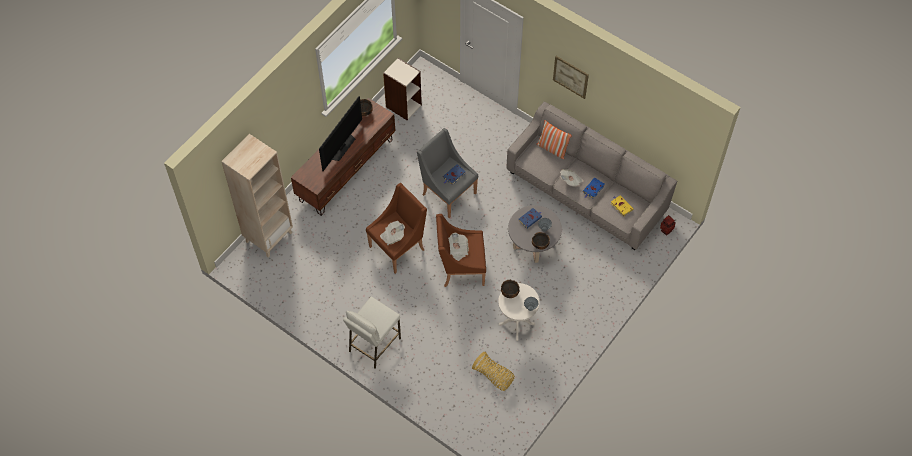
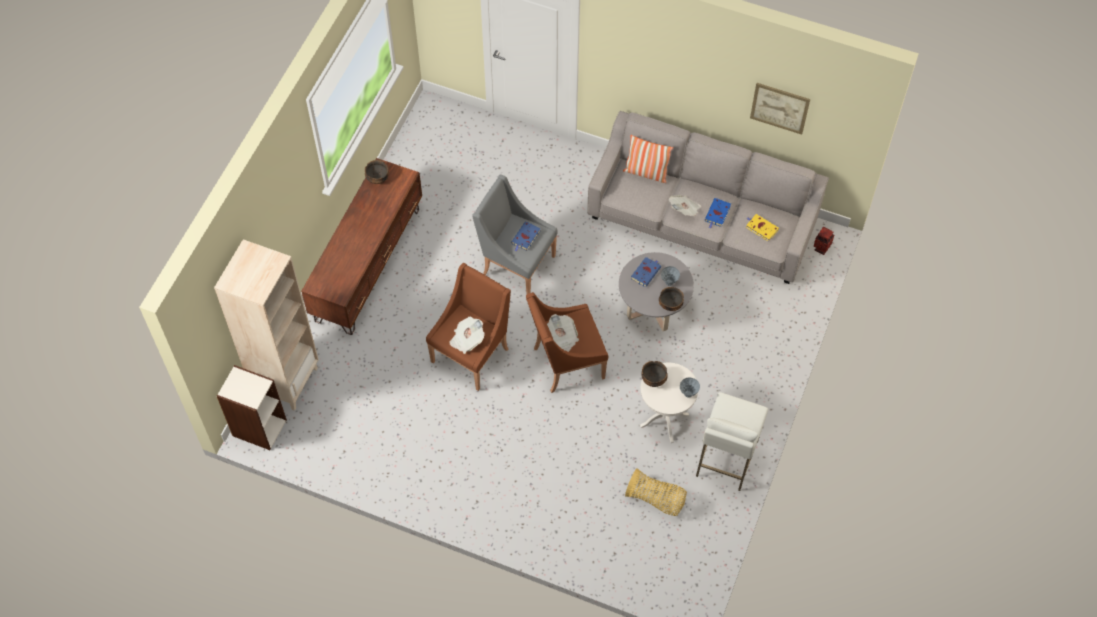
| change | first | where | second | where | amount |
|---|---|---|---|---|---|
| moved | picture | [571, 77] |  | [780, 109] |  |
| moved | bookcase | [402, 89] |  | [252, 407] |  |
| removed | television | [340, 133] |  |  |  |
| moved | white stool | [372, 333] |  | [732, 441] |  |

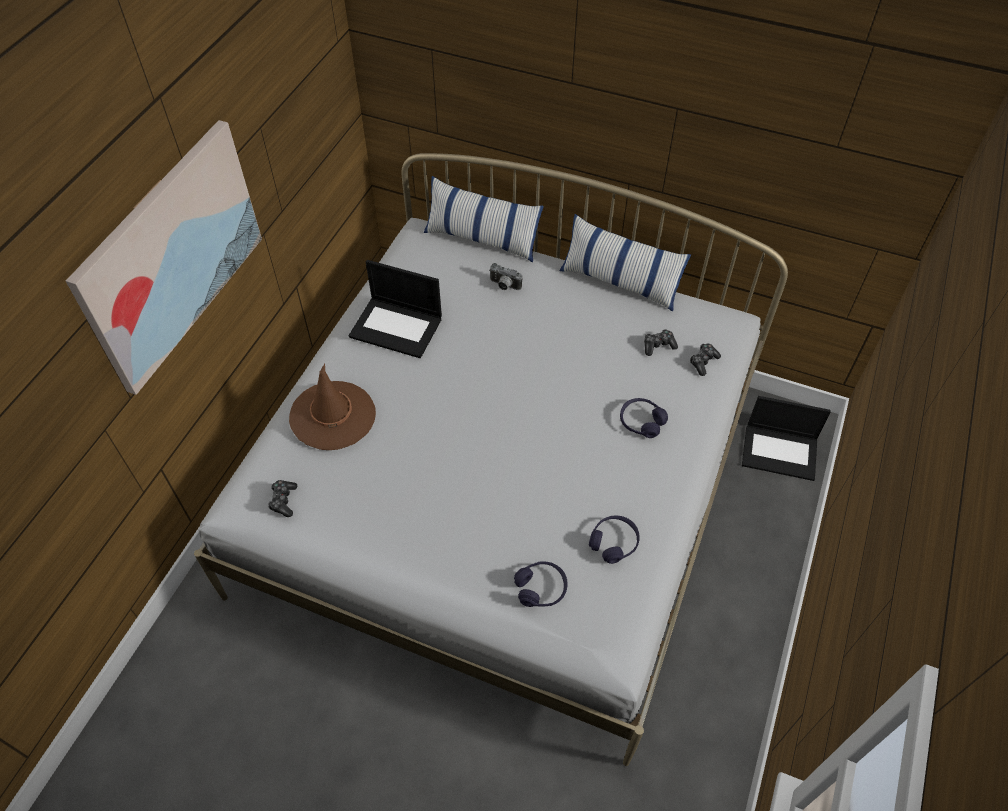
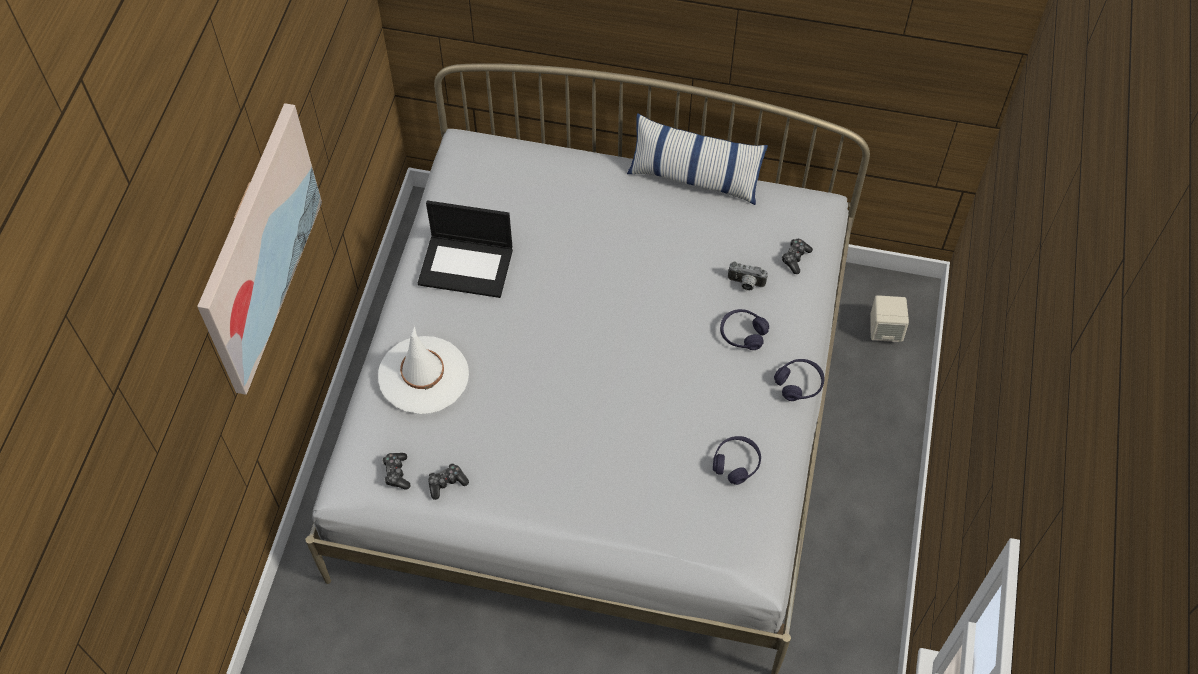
| change | first | where | second | where | amount |
|---|---|---|---|---|---|
| removed | pillow | [484, 219] |  |  |  |
| moved | photo camera | [505, 276] |  | [748, 276] |  |
| moved | game controller | [661, 342] |  | [448, 481] |  |
| recoloured | brown hat | [332, 407] | white hat | [423, 370] |  |
| replaced | laptop | [786, 438] | beige speaker | [889, 318] |  |
| moved | purple headphones | [541, 584] |  | [799, 380] |  |

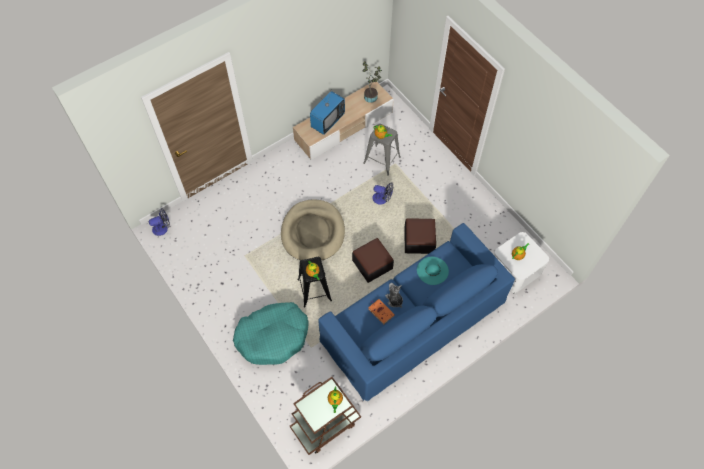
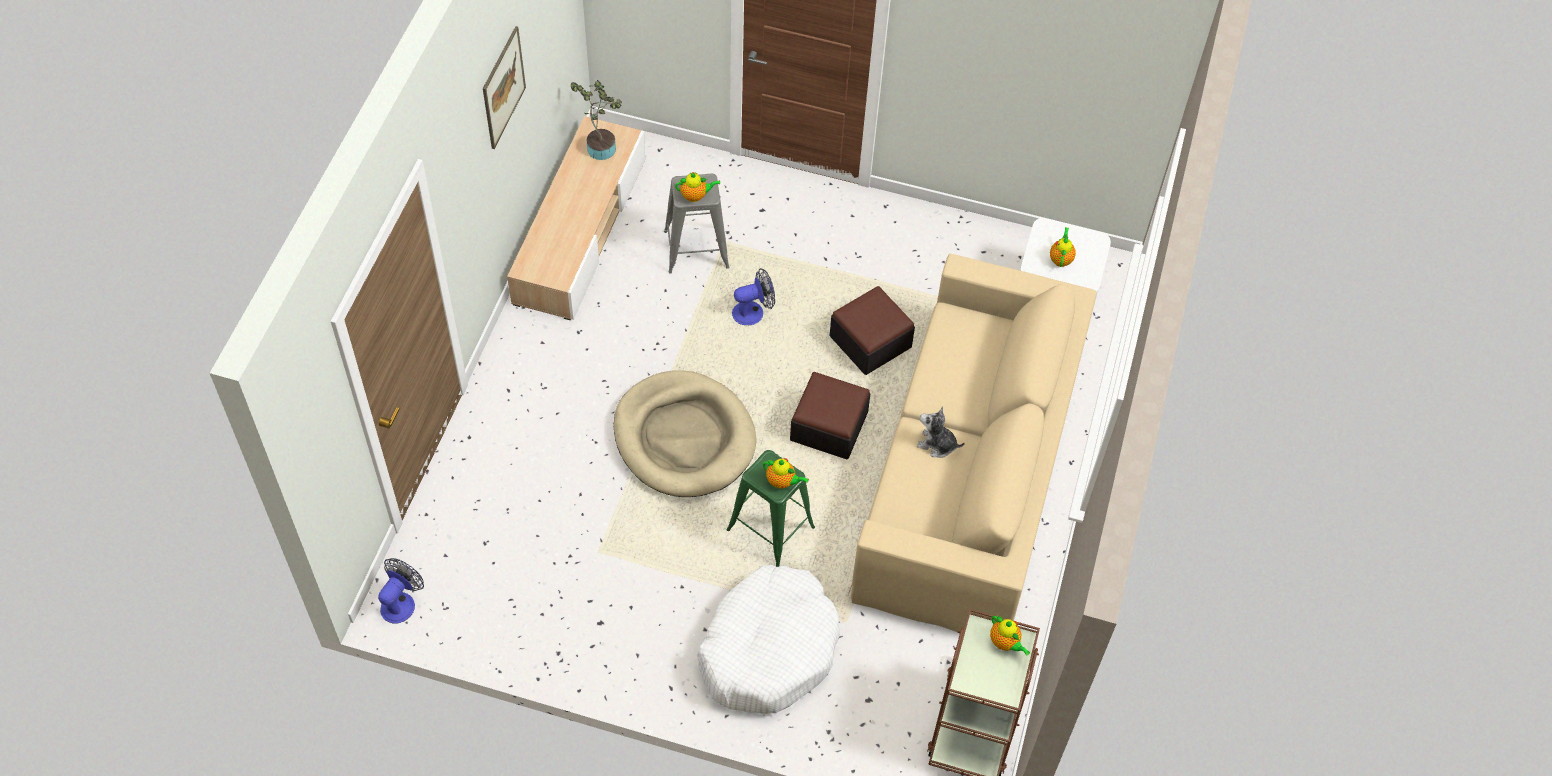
| change | first | where | second | where | amount |
|---|---|---|---|---|---|
| removed | television | [327, 111] |  |  |  |
| recoloured | blue sofa | [416, 312] | beige sofa | [972, 443] |  |
| recoloured | black stool | [315, 282] | green stool | [771, 508] |  |
| removed | turquoise hat | [433, 271] |  |  |  |
| removed | orange book | [381, 312] |  |  |  |
| recoloured | turquoise dog bed | [271, 333] | white dog bed | [768, 639] |  |
| added |  |  | picture | [504, 87] |  |

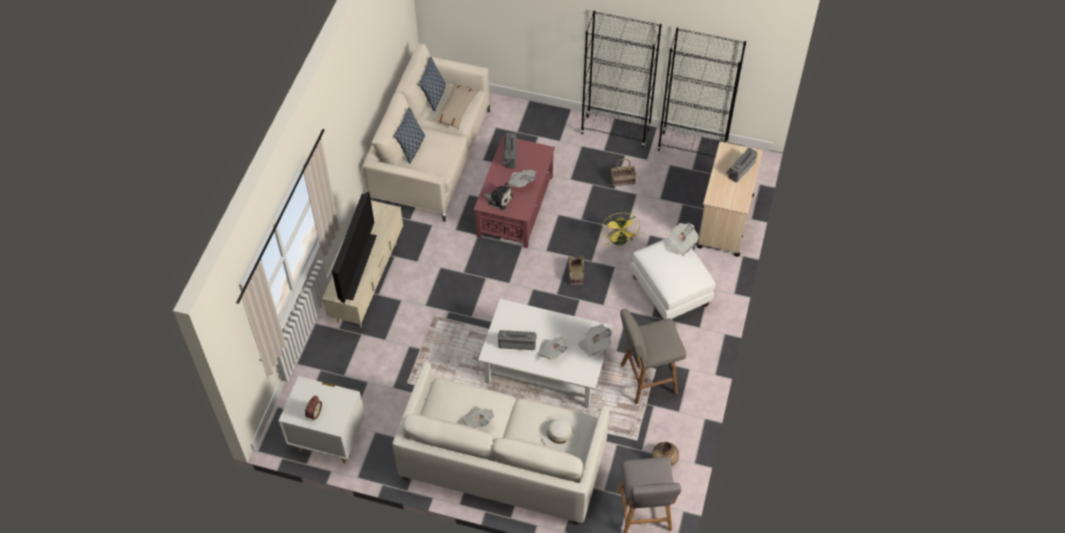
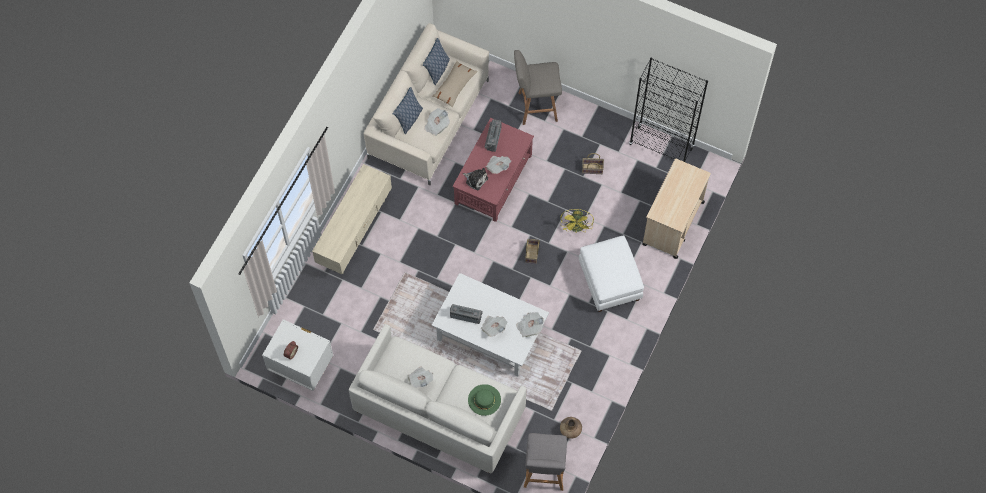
| change | first | where | second | where | amount |
|---|---|---|---|---|---|
| removed | black bookcase | [621, 79] |  |  |  |
| removed | radio | [741, 165] |  |  |  |
| removed | television | [354, 247] |  |  |  |
| moved | newspaper | [682, 239] |  | [437, 122] |  |
| moved | grey stool | [653, 356] |  | [538, 87] |  |
| recoloured | white hat | [560, 432] | green hat | [484, 400] |  |

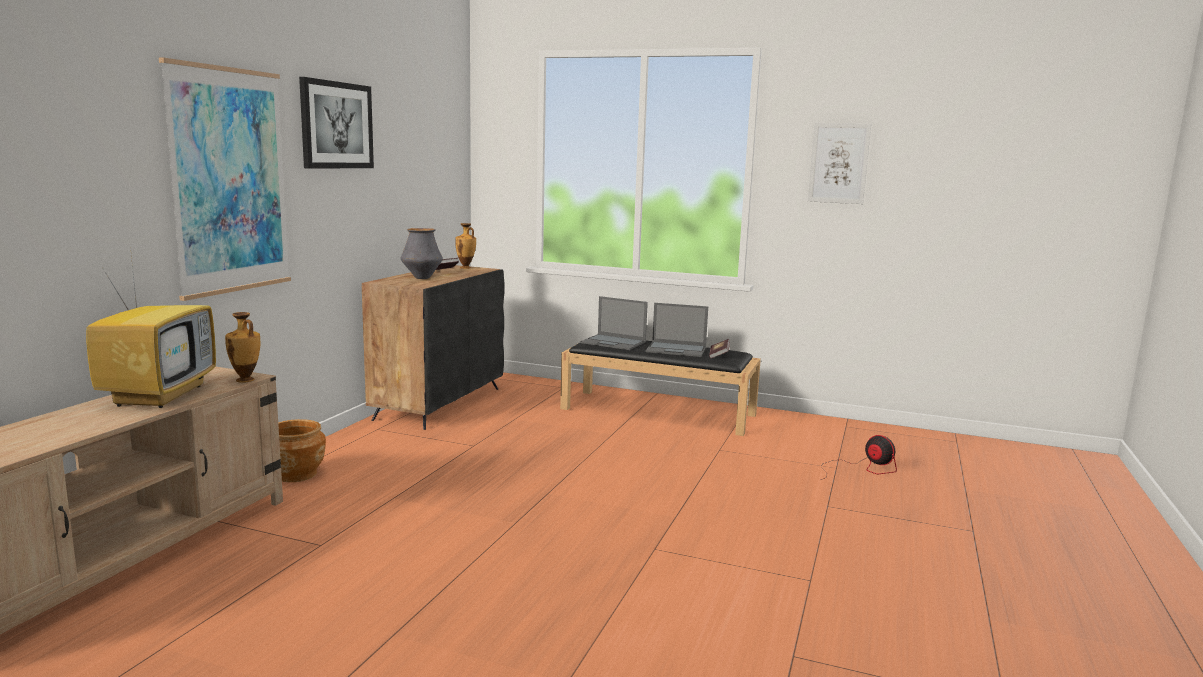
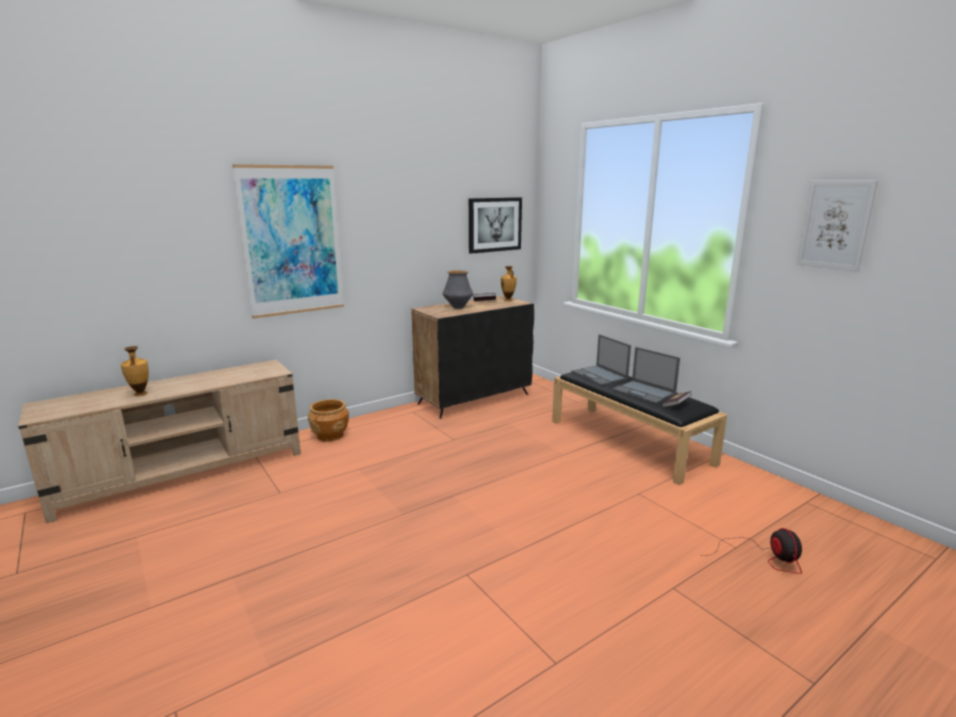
| change | first | where | second | where | amount |
|---|---|---|---|---|---|
| moved | picture | [336, 123] |  | [495, 225] |  |
| removed | television | [151, 327] |  |  |  |
| moved | vase | [242, 347] |  | [135, 371] |  |

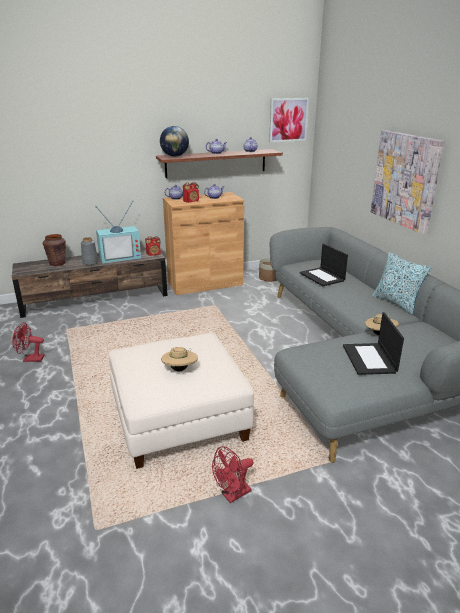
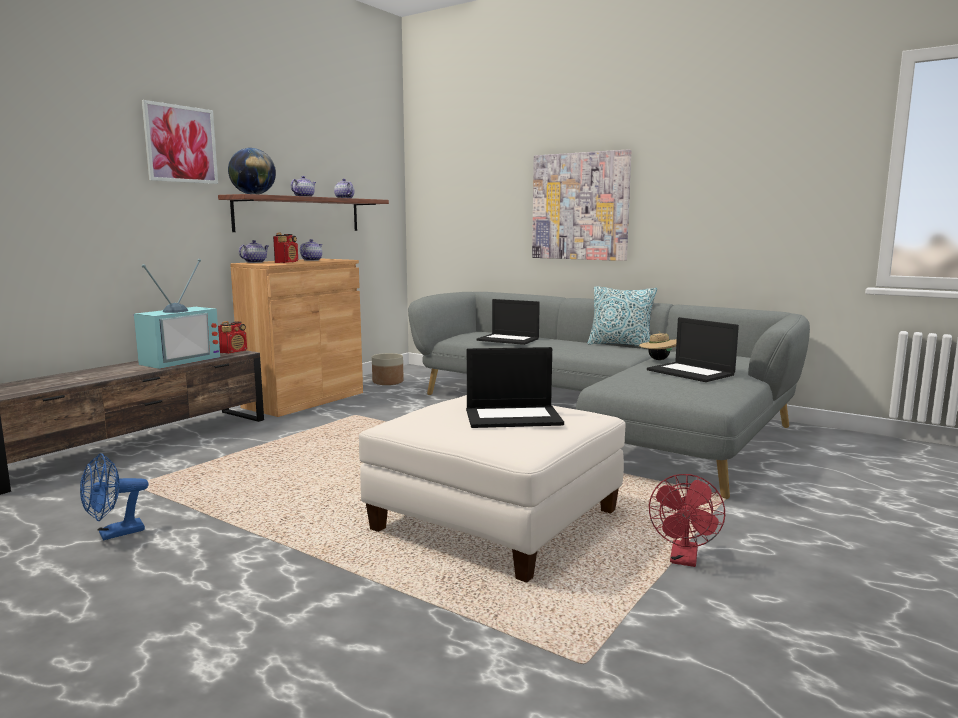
| change | first | where | second | where | amount |
|---|---|---|---|---|---|
| moved | picture | [289, 120] |  | [180, 142] |  |
| removed | brown vase | [54, 250] |  |  |  |
| removed | grey vase | [89, 251] |  |  |  |
| recoloured | red fan | [28, 342] | blue fan | [114, 497] |  |
| replaced | beige hat | [179, 359] | laptop | [515, 387] |  |

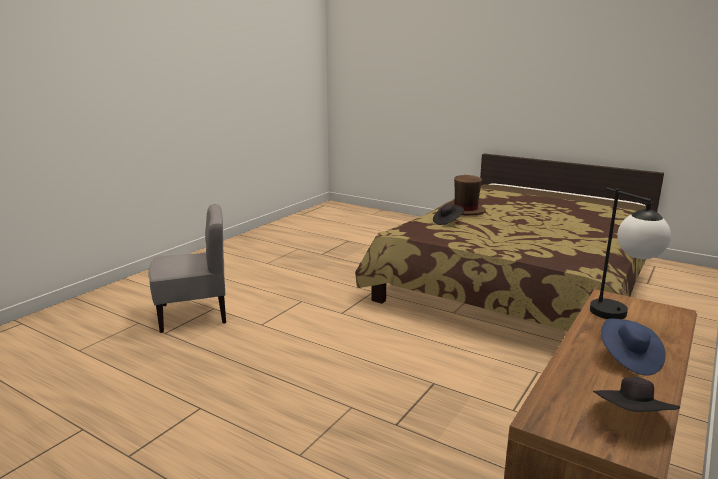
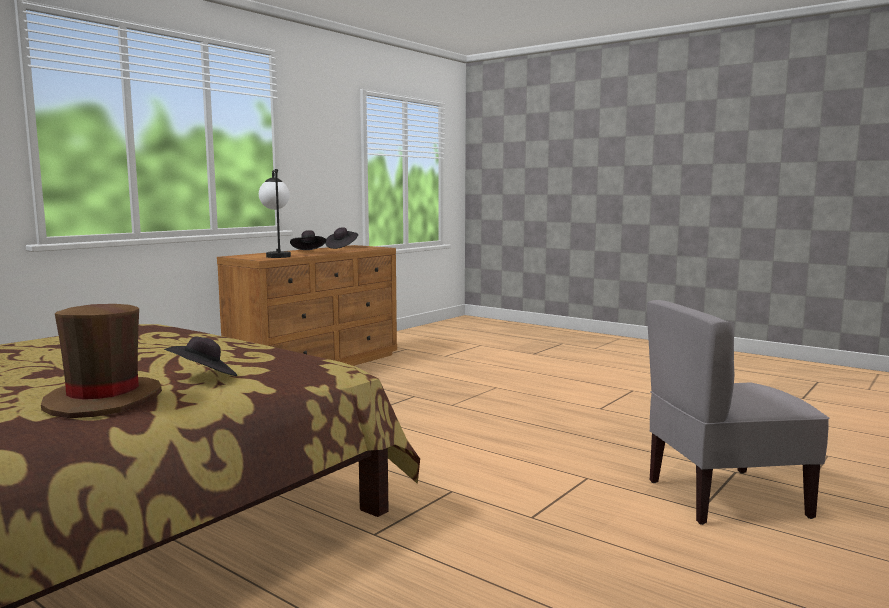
| change | first | where | second | where | amount |
|---|---|---|---|---|---|
| recoloured | blue hat | [633, 347] | black hat | [308, 240] |  |

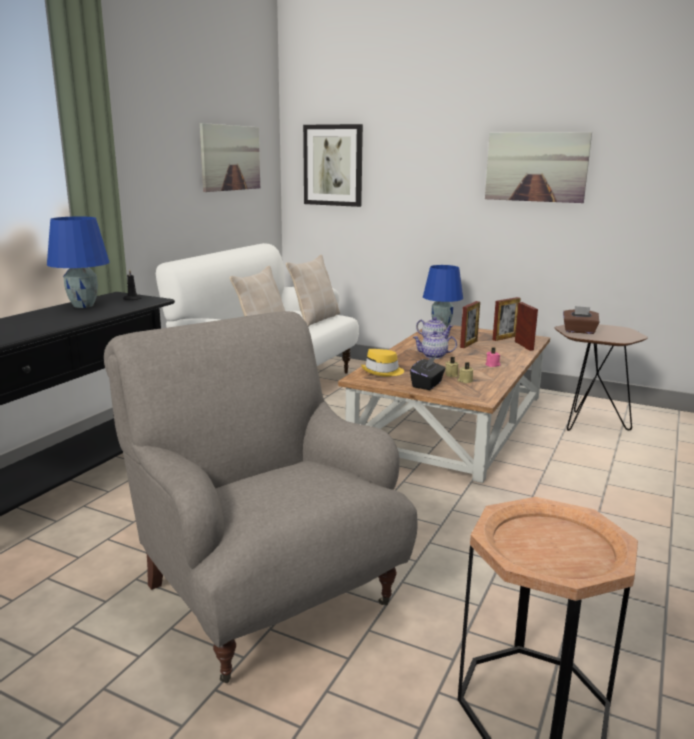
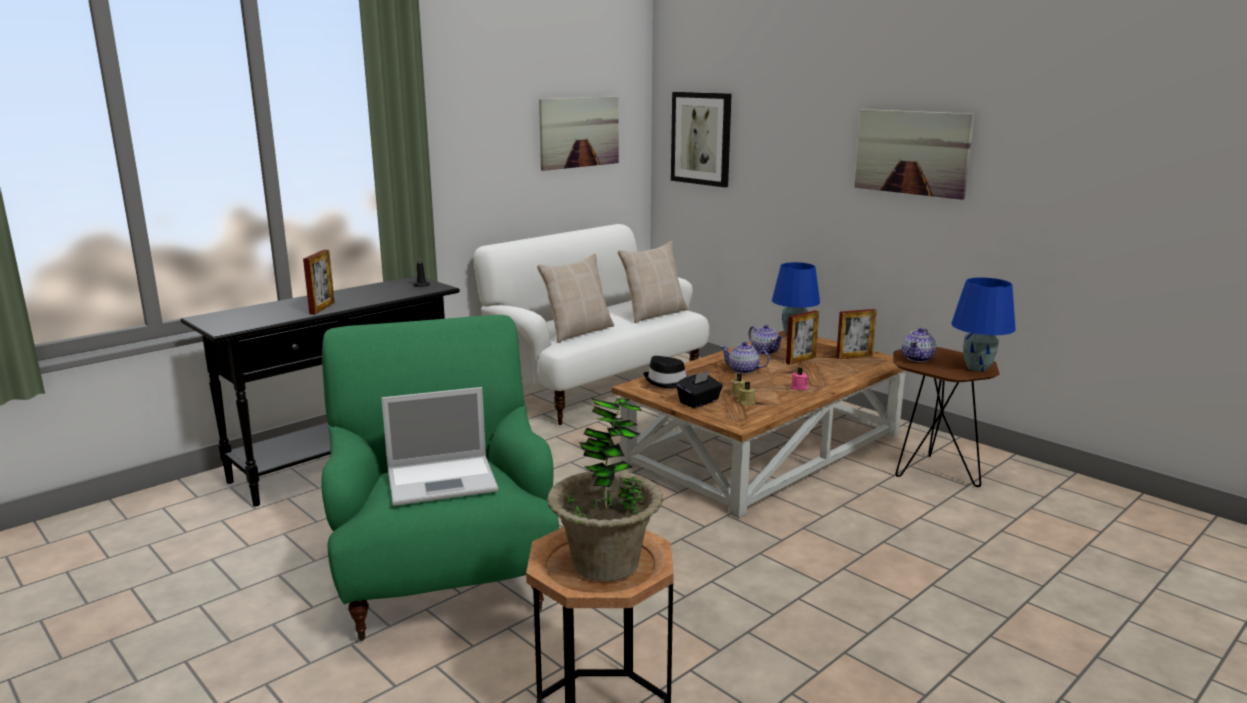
| change | first | where | second | where | amount |
|---|---|---|---|---|---|
| moved | blue table lamp | [78, 262] |  | [983, 324] |  |
| moved | picture frame | [526, 326] |  | [319, 282] |  |
| replaced | brown tissue box | [581, 320] | teapot | [919, 345] |  |
| recoloured | grey armchair | [261, 497] | green armchair | [440, 478] |  |
| recoloured | yellow hat | [382, 362] | black hat | [665, 372] |  |
| added |  |  | laptop | [439, 446] |  |
| added |  |  | potted plant | [605, 489] |  |

